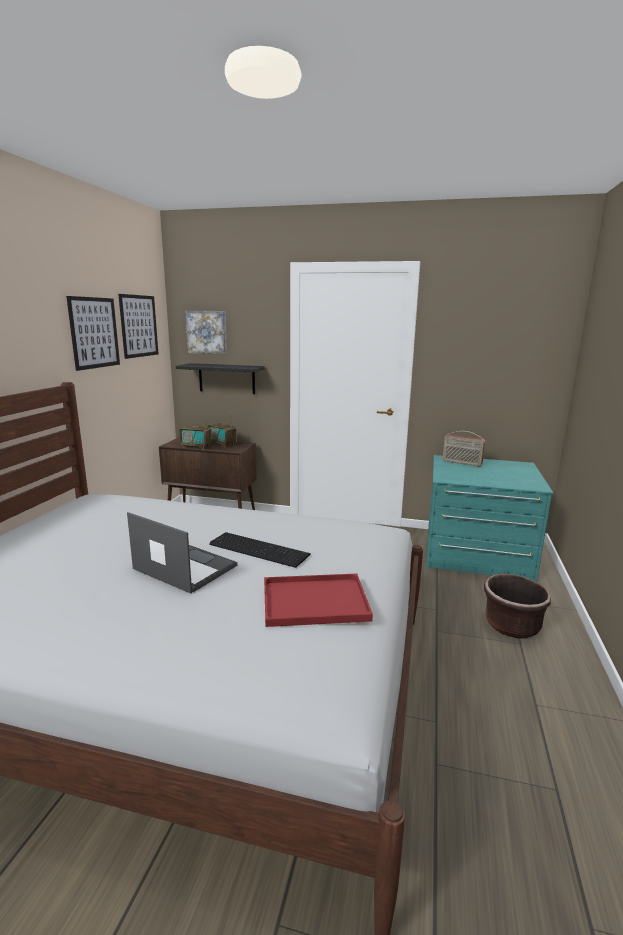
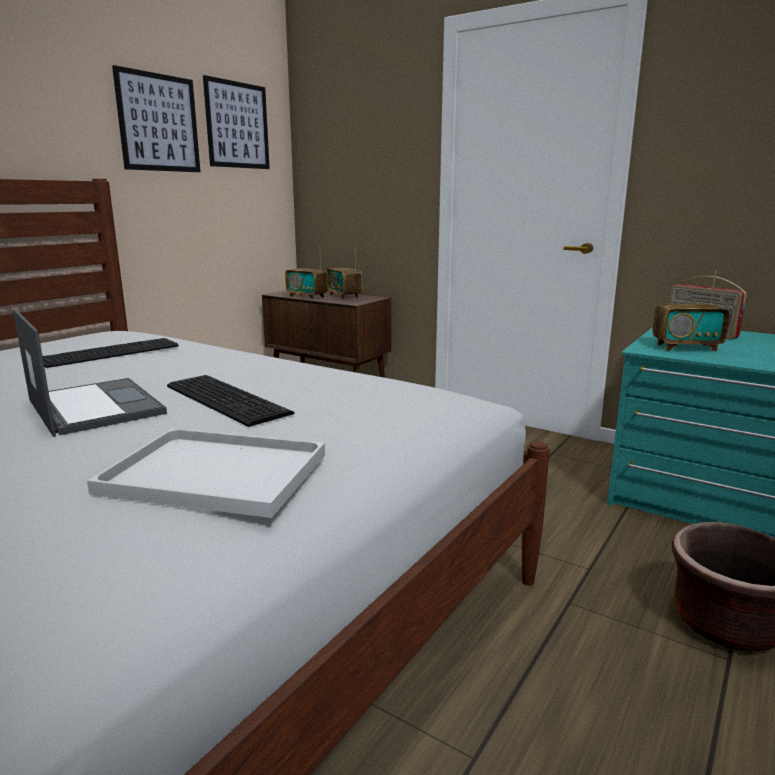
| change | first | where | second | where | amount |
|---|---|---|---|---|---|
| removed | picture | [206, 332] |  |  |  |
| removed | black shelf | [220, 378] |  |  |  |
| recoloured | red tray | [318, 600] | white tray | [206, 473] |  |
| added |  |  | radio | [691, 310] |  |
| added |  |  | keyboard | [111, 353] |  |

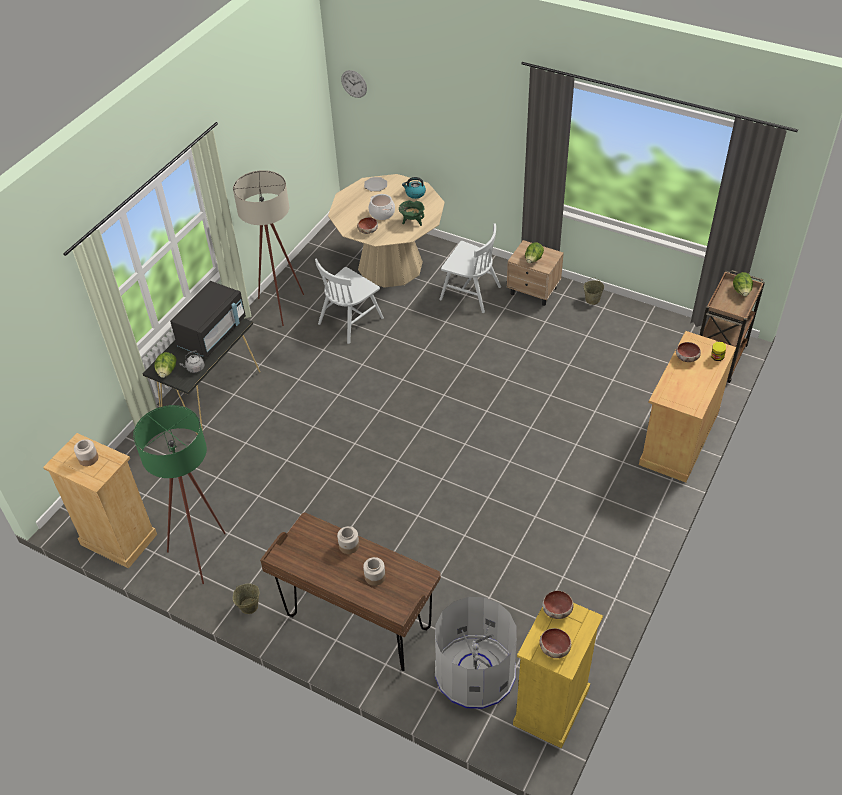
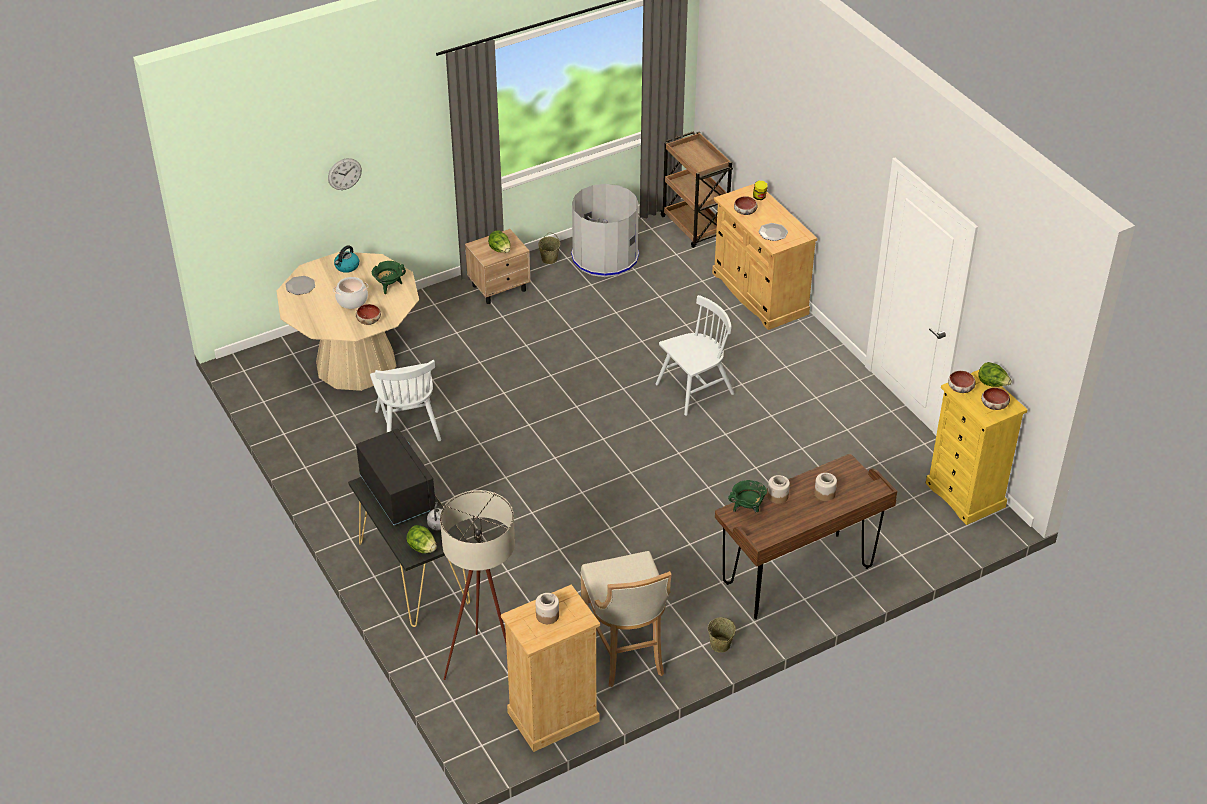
| change | first | where | second | where | amount |
|---|---|---|---|---|---|
| moved | wall clock | [354, 84] |  | [345, 174] |  |
| moved | beige floor lamp | [268, 248] |  | [477, 585] |  |
| moved | white chair | [470, 268] |  | [695, 355] |  |
| moved | lettuce | [743, 284] |  | [995, 374] |  |
| replaced | green floor lamp | [179, 494] | beige stool | [626, 619] |  |
| moved | grey trash can | [476, 653] |  | [605, 230] |  |
| added |  |  | plate | [773, 232] |  |
| added |  |  | green cooking pot | [747, 496] |  |

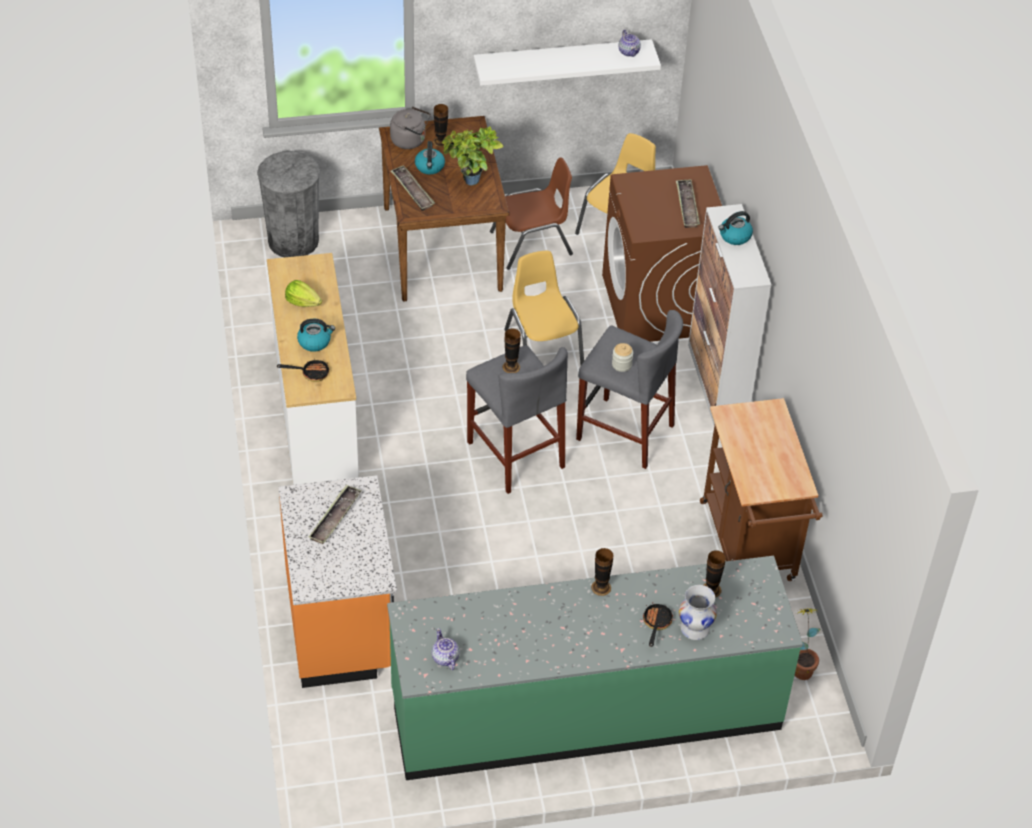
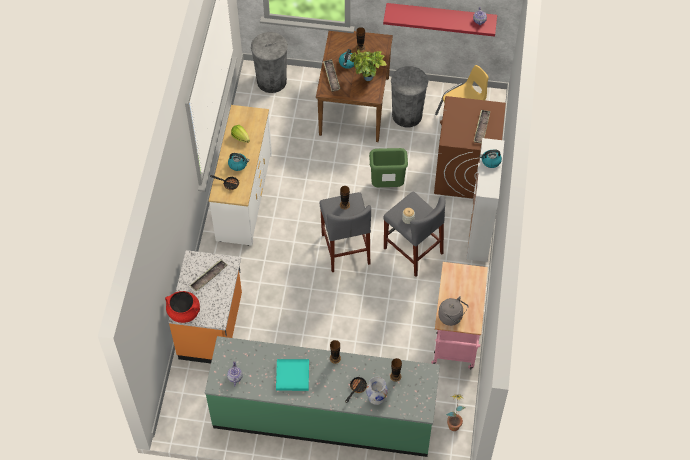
| change | first | where | second | where | amount |
|---|---|---|---|---|---|
| recoloured | white shelf | [567, 62] | red shelf | [440, 20] |  |
| moved | grey kettle | [410, 127] |  | [453, 311] |  |
| replaced | brown chair | [531, 213] | grey trash can | [409, 96] |  |
| replaced | yellow chair | [544, 308] | green trash can | [388, 167] |  |
| recoloured | brown cart | [761, 489] | pink cart | [459, 315] |  |
| added |  |  | red cooking pot | [182, 307] |  |
| added |  |  | turquoise tray | [292, 375] |  |

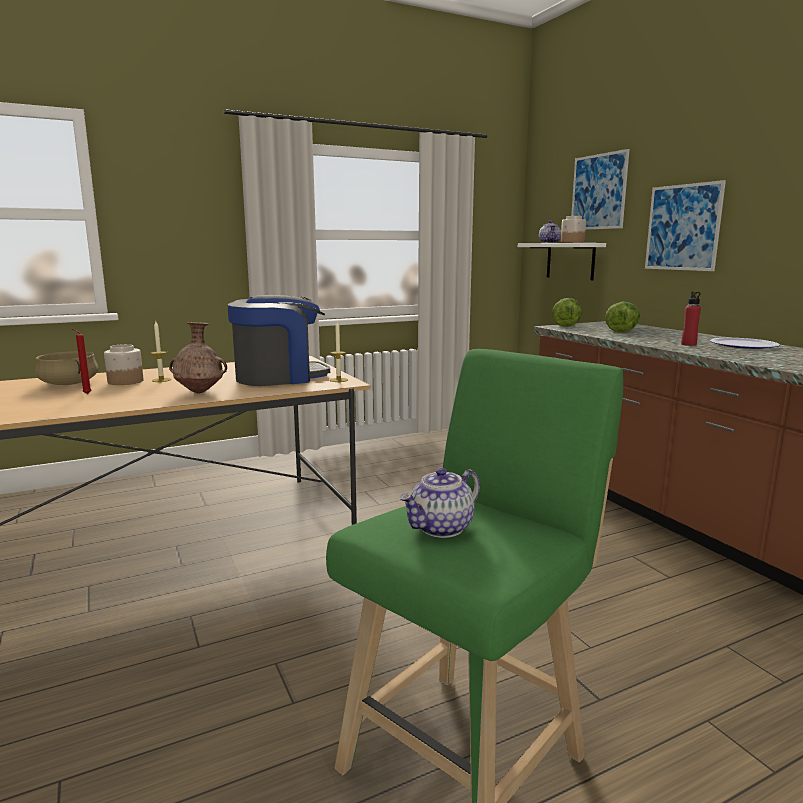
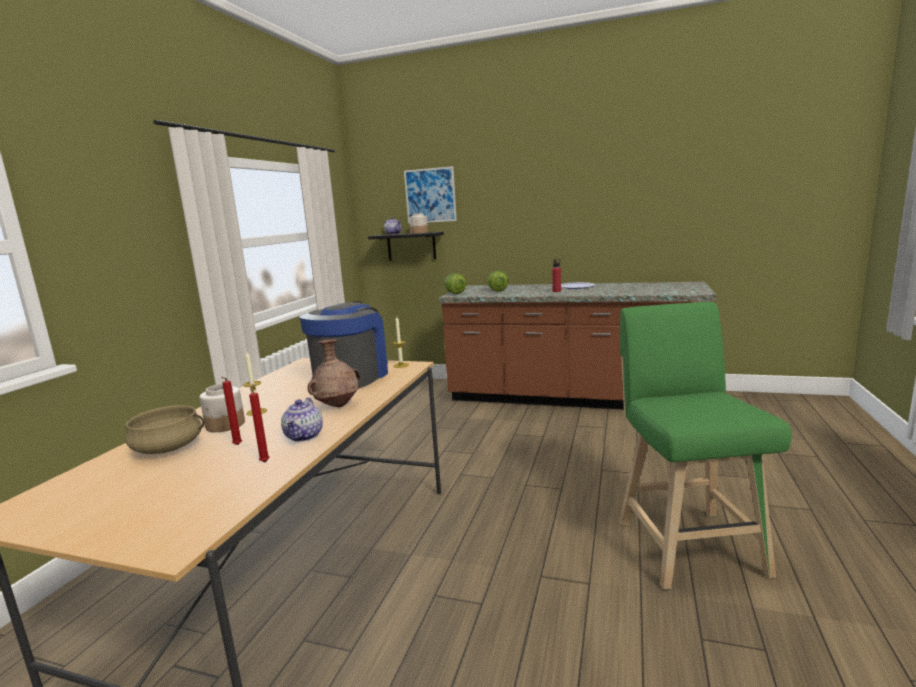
| change | first | where | second | where | amount |
|---|---|---|---|---|---|
| removed | picture | [685, 225] |  |  |  |
| recoloured | white shelf | [562, 261] | black shelf | [406, 246] |  |
| moved | teapot | [439, 503] |  | [302, 420] |  |
| added |  |  | red candle | [259, 423] |  |

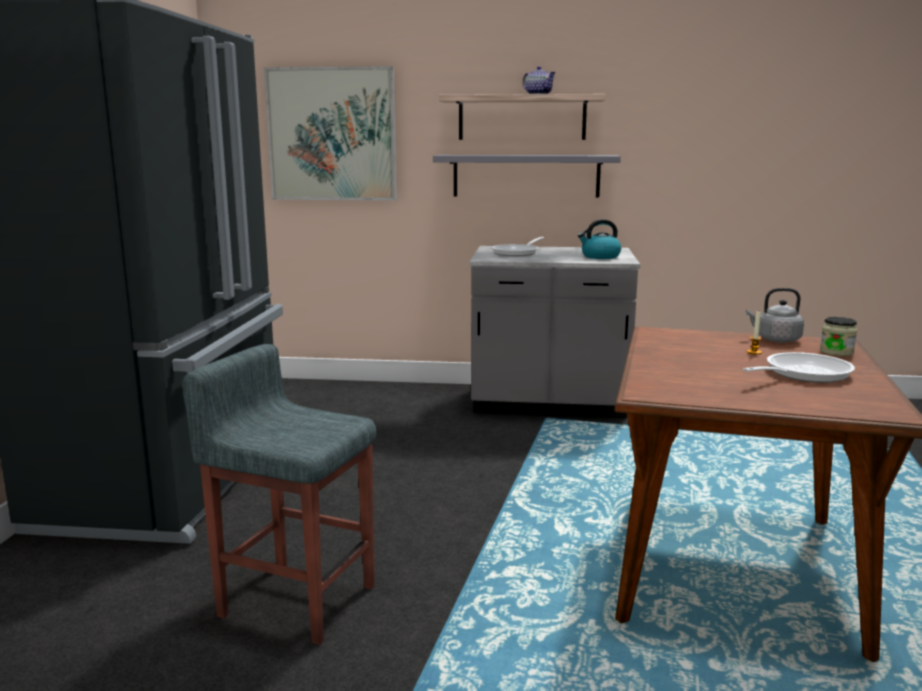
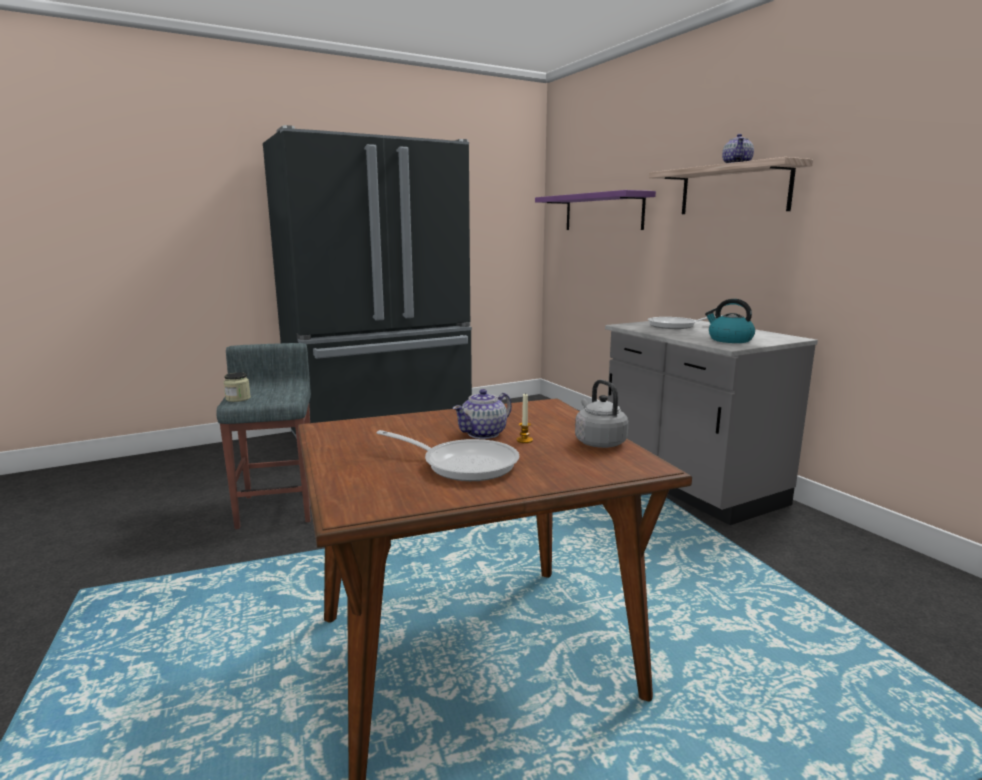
| change | first | where | second | where | amount |
|---|---|---|---|---|---|
| replaced | picture | [330, 133] | purple shelf | [595, 210] |  |
| removed | grey shelf | [527, 176] |  |  |  |
| moved | jar | [838, 336] |  | [237, 387] |  |
| added |  |  | teapot | [482, 414] |  |

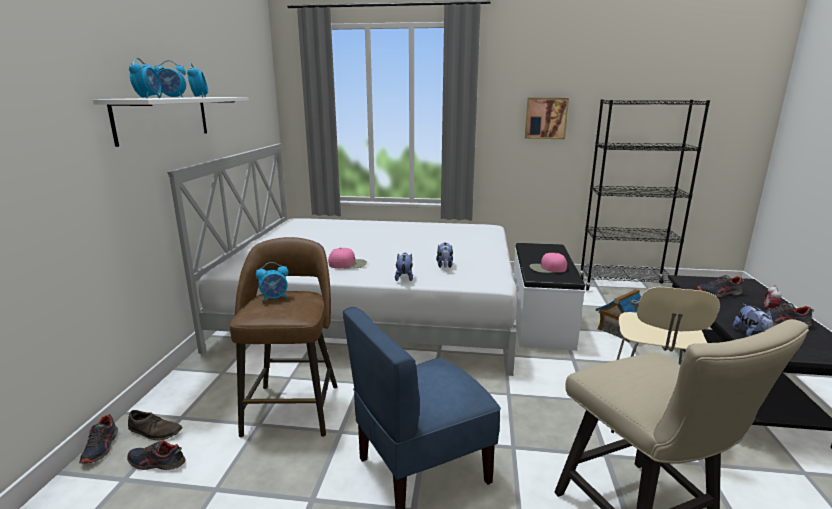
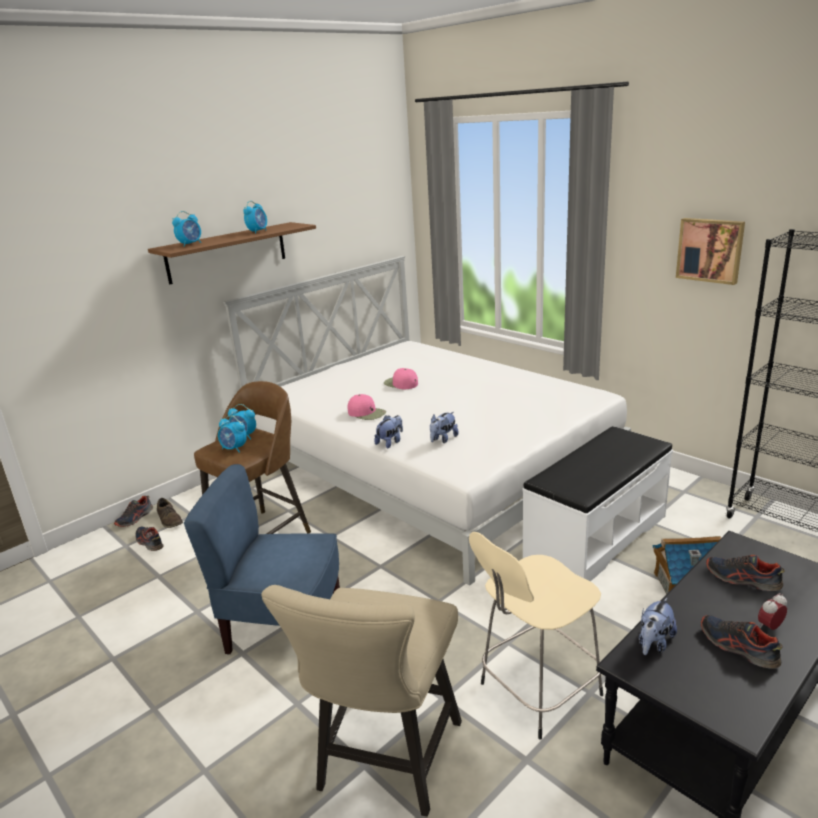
| change | first | where | second | where | amount |
|---|---|---|---|---|---|
| moved | alarm clock | [170, 79] |  | [232, 434] |  |
| recoloured | white shelf | [171, 122] | brown shelf | [232, 253] |  |
| moved | pink cap | [548, 263] |  | [401, 378] |  |

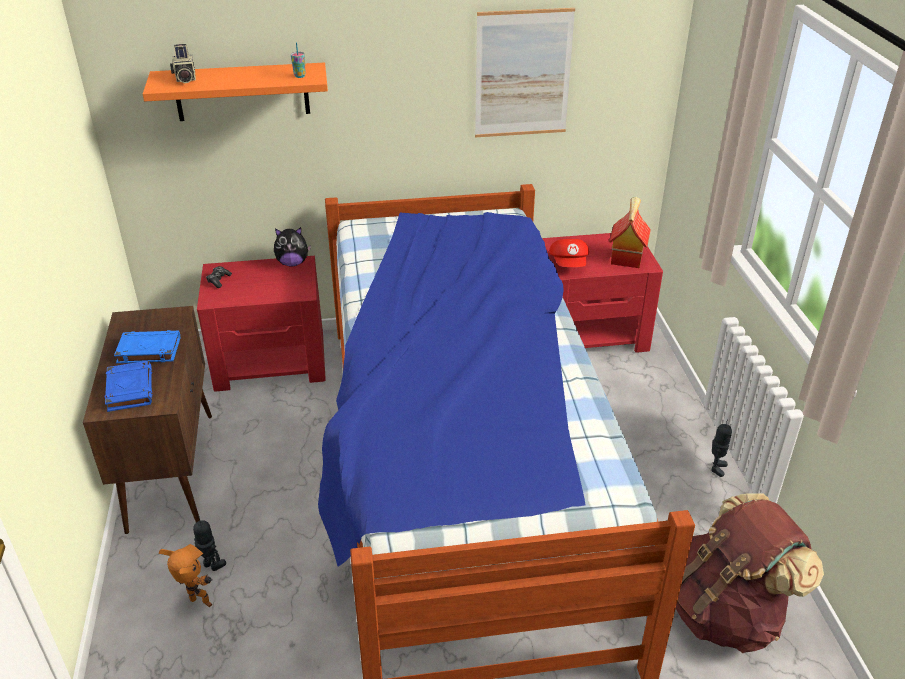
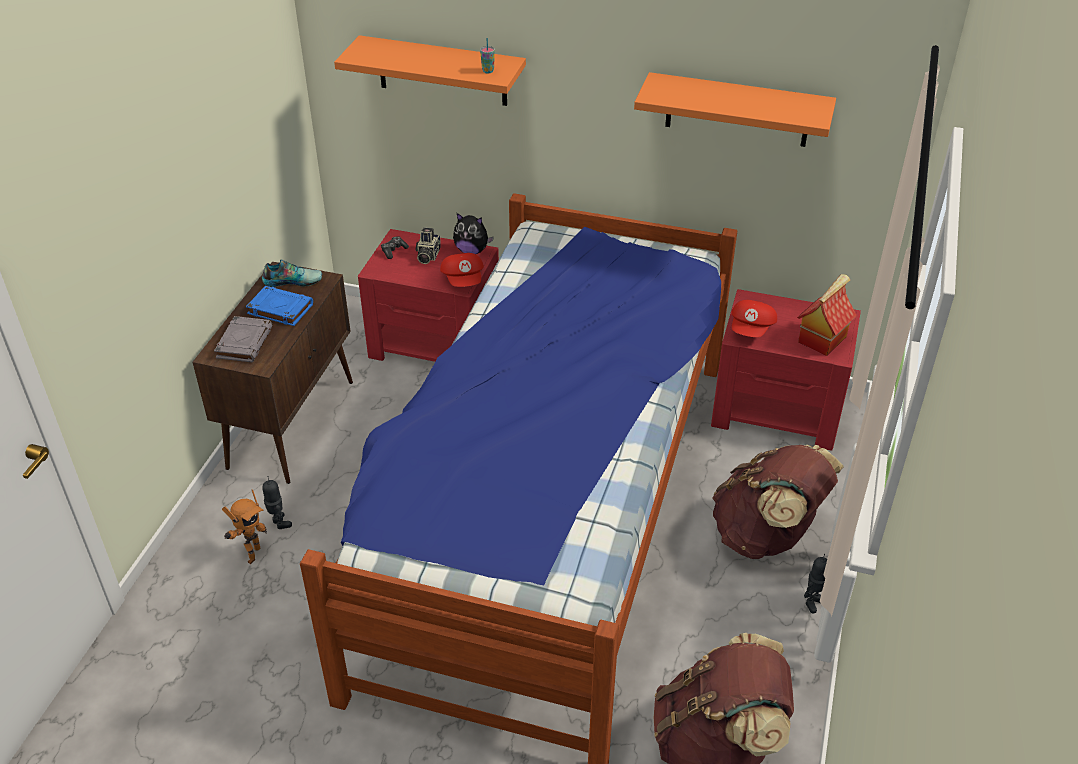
| change | first | where | second | where | amount |
|---|---|---|---|---|---|
| replaced | picture | [525, 72] | orange shelf | [735, 109] |  |
| moved | photo camera | [183, 63] |  | [428, 246] |  |
| recoloured | blue book | [128, 386] | grey book | [243, 339] |  |
| turned | toy robot | [185, 575] |  | [244, 526] | 60 degrees clockwise |
| added |  |  | red cap | [462, 270] |  |
| added |  |  | shoe | [292, 273] |  |
| added |  |  | brown backpack | [778, 502] |  |

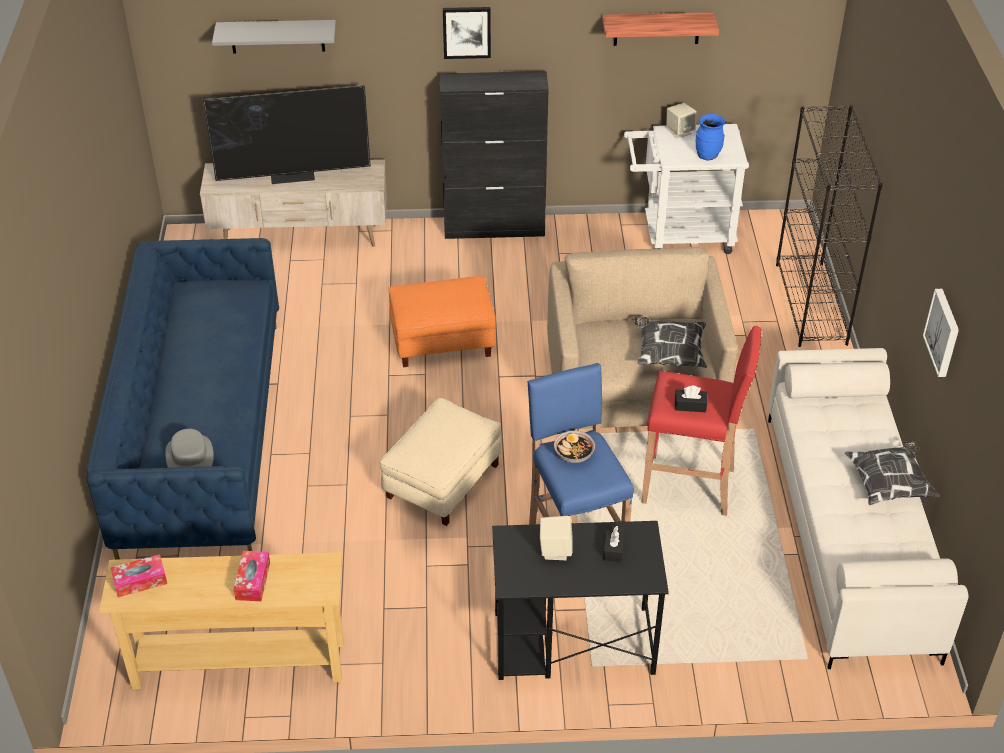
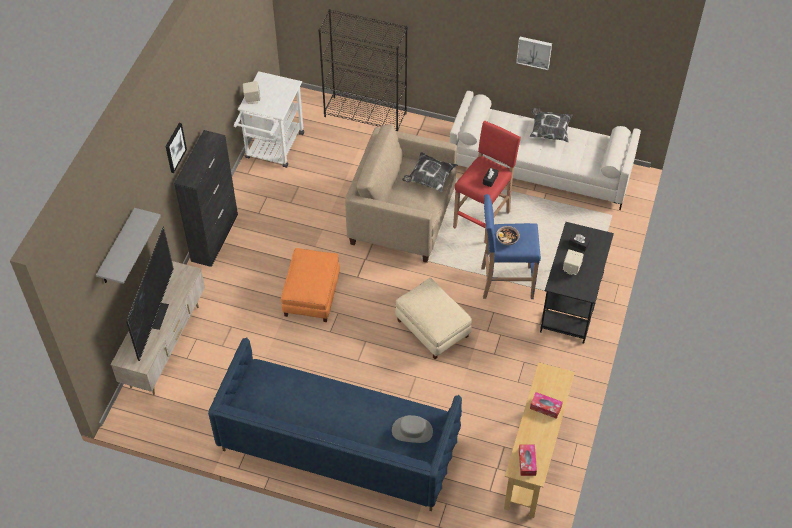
| change | first | where | second | where | amount |
|---|---|---|---|---|---|
| removed | shelf | [660, 29] |  |  |  |
| removed | blue vase | [710, 137] |  |  |  |

